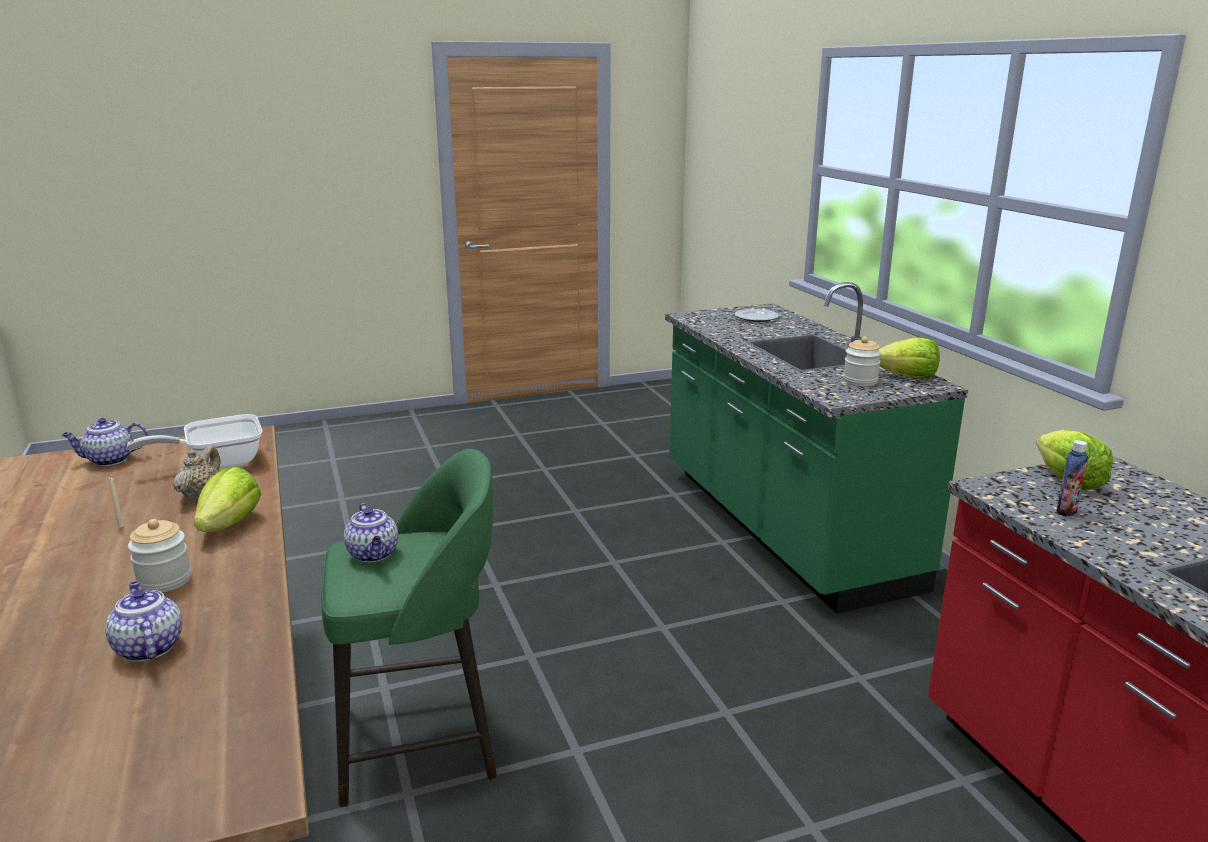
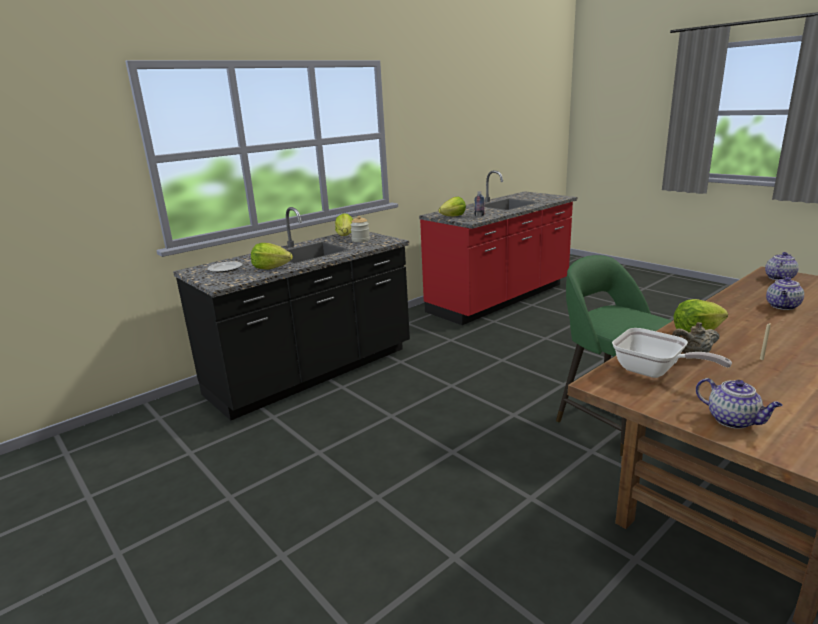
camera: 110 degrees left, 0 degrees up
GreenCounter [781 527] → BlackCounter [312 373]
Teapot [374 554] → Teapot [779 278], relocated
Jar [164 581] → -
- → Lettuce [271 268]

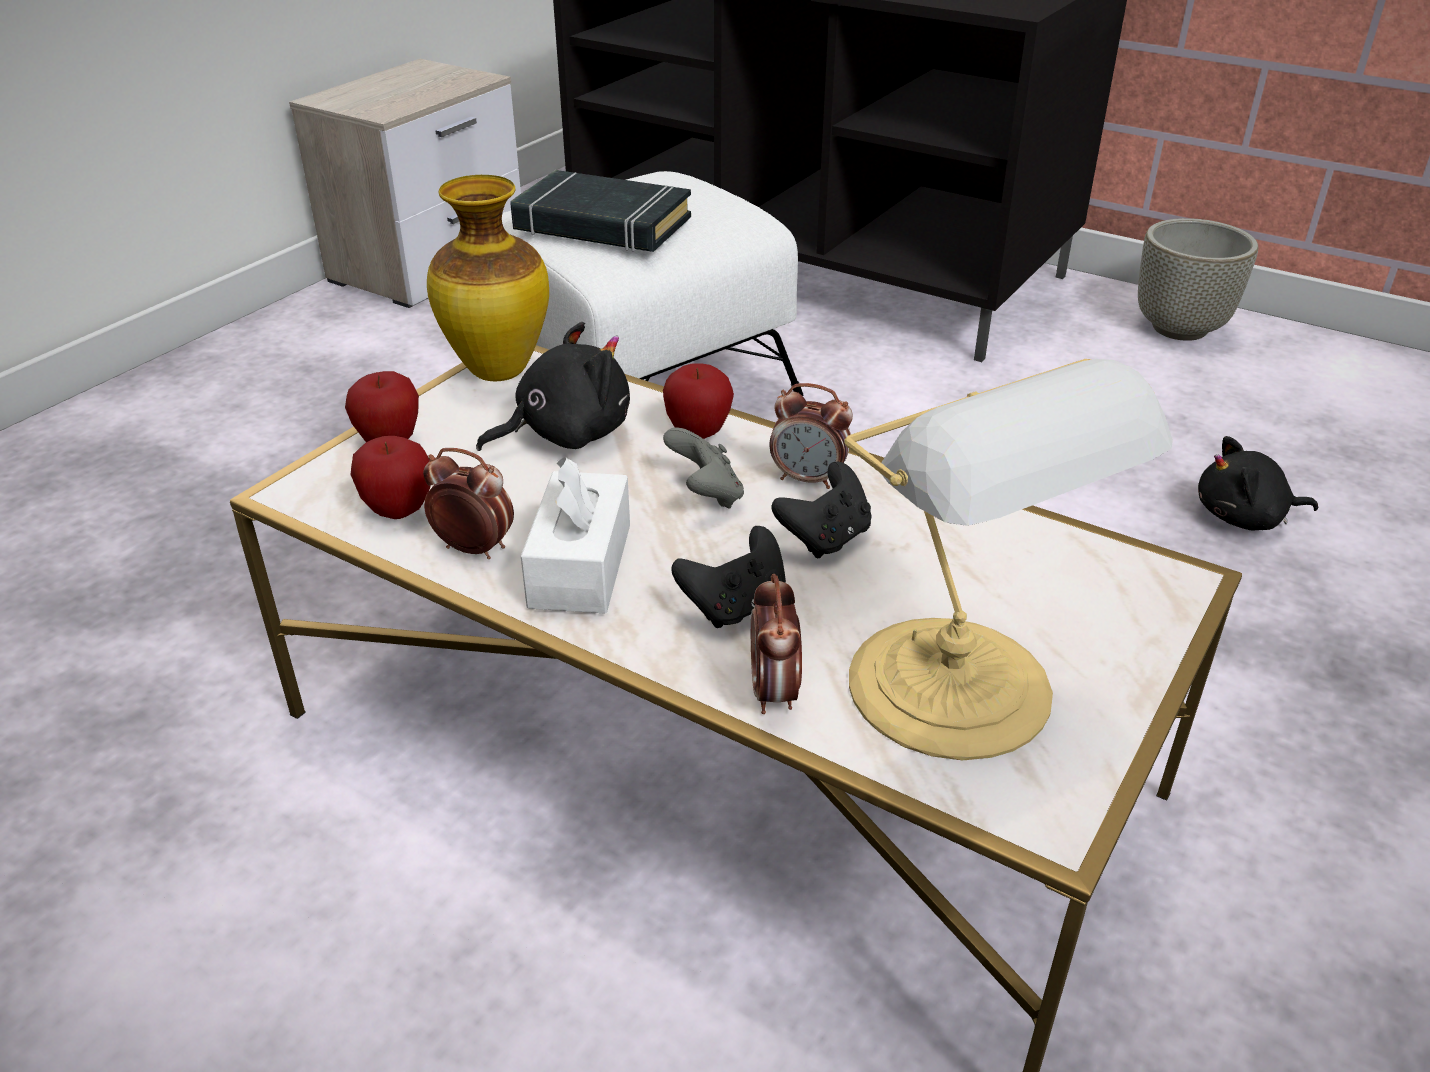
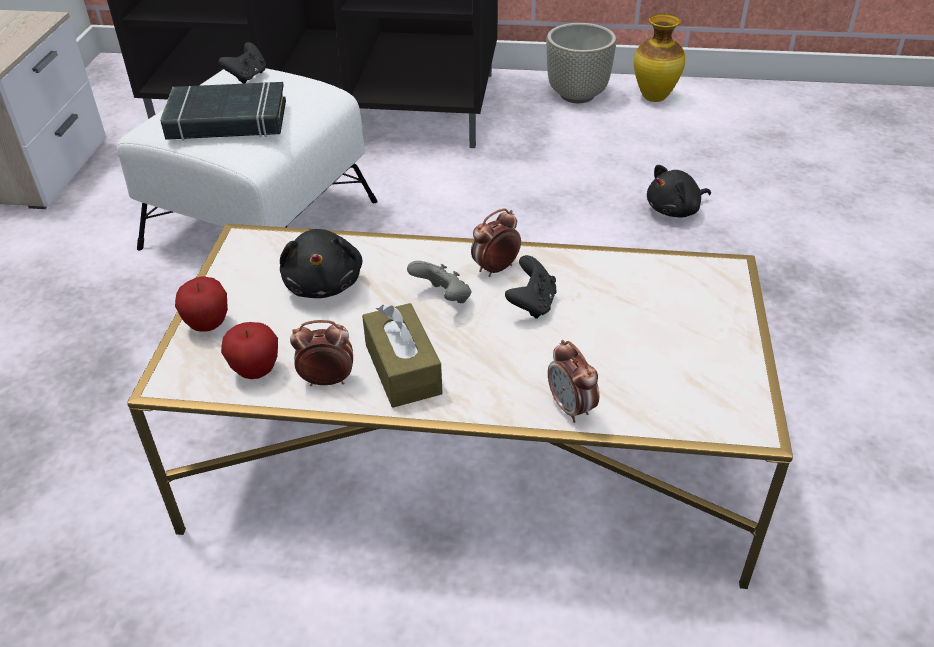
camera: 25 degrees left, 5 degrees up
Vase [496 372] → Vase [653 98], relocated
BlackPlushToy [566 434] → BlackPlushToy [324 284], 135 degrees clockwise
TableLamp [958 693] → -
Apple [698 433] → -
AlarmClock [808 479] → AlarmClock [495 269], 150 degrees clockwise
WhiteTissueBox [580 565] → BrownTissueBox [403 369]
BlackGameController [735 607] → BlackGameController [247 77], relocated

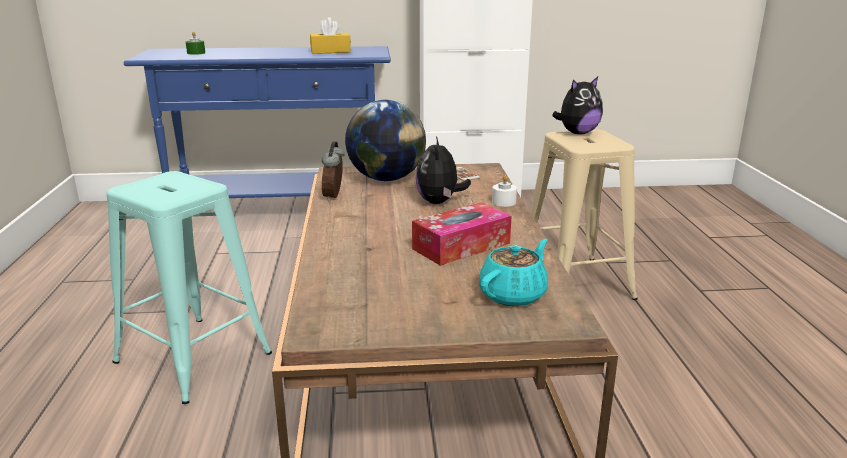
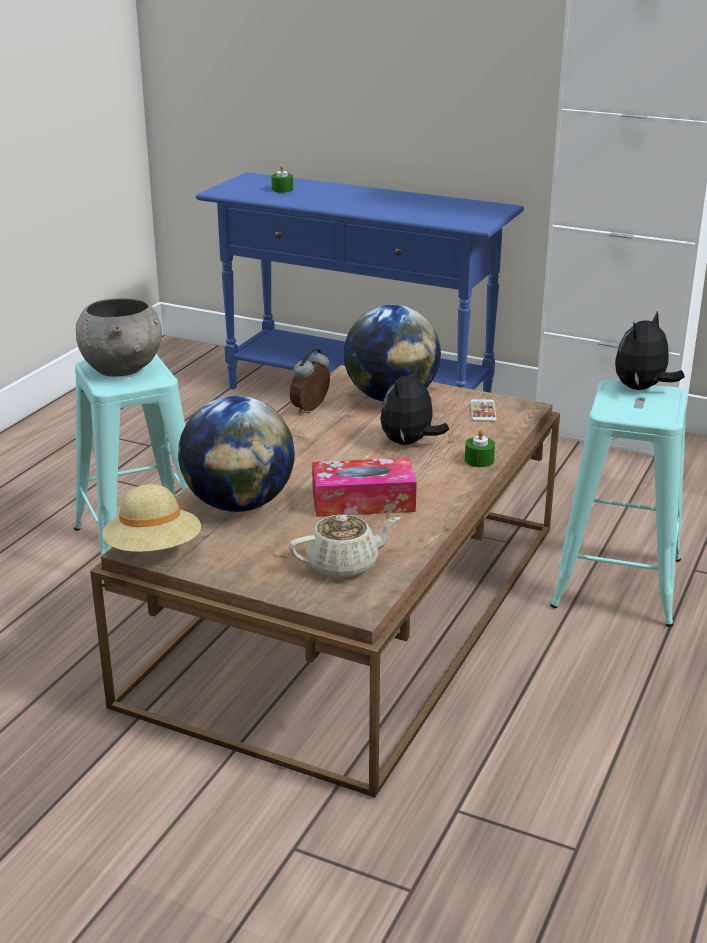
camera: 30 degrees right, 5 degrees up
YellowTissueBox [330 51] → -
PlushToy [577 133] → PlushToy [642 389], 135 degrees clockwise
BeigeStool [574 282] → TurquoiseStool [617 582]
WhiteCandle [504 202] → GreenCandle [479 460]
TurquoiseTeapot [513 294] → BeigeTeapot [344 565]
- → GreyBowl [123 369]
- → Globe [239 504]
- → BeigeHat [154 550]

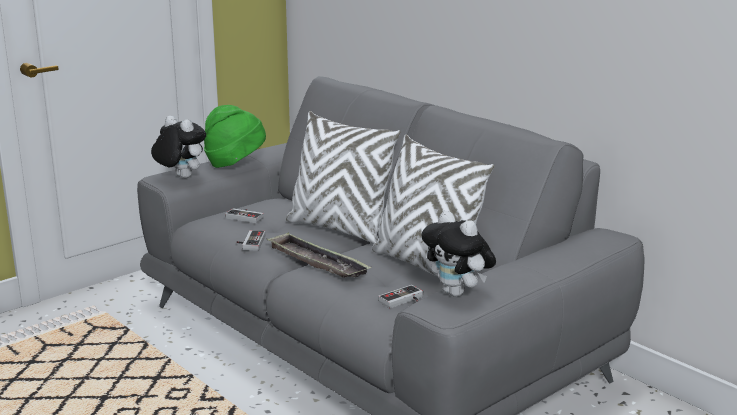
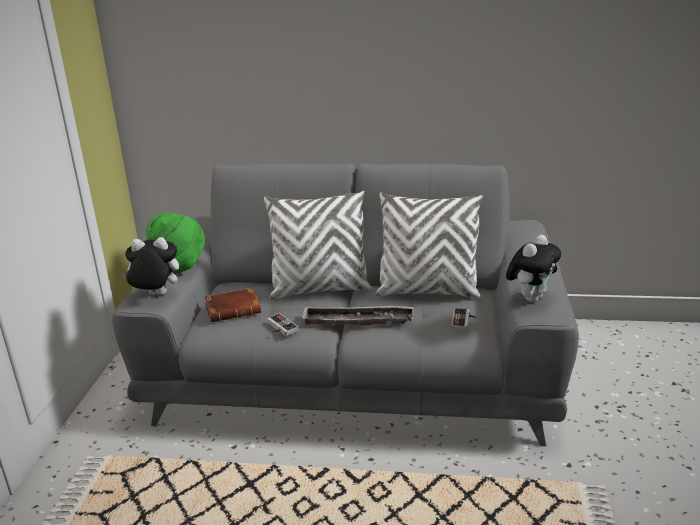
camera: 40 degrees left, 5 degrees up
GameController [246 217] → BrownBook [234 309]
PlushToy [458 293] → PlushToy [530 298], 60 degrees counterclockwise

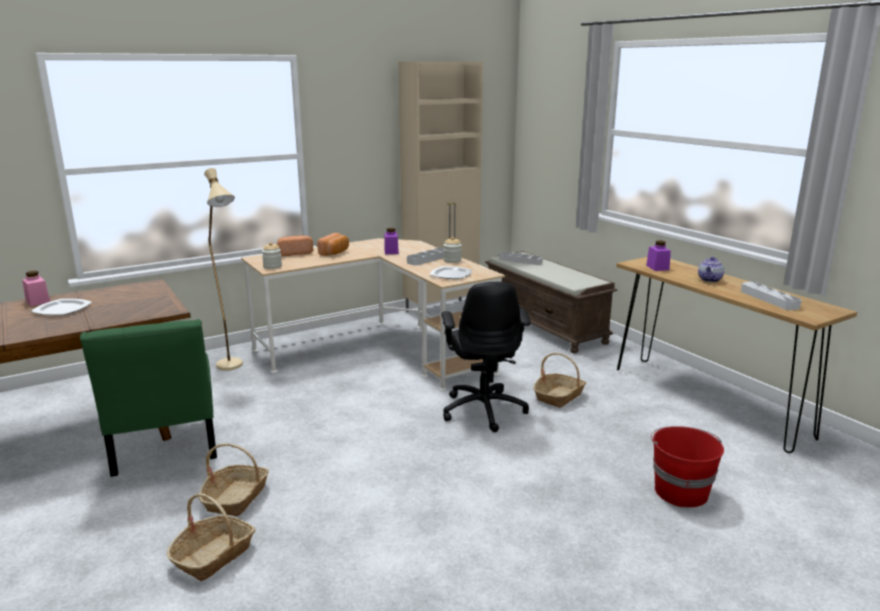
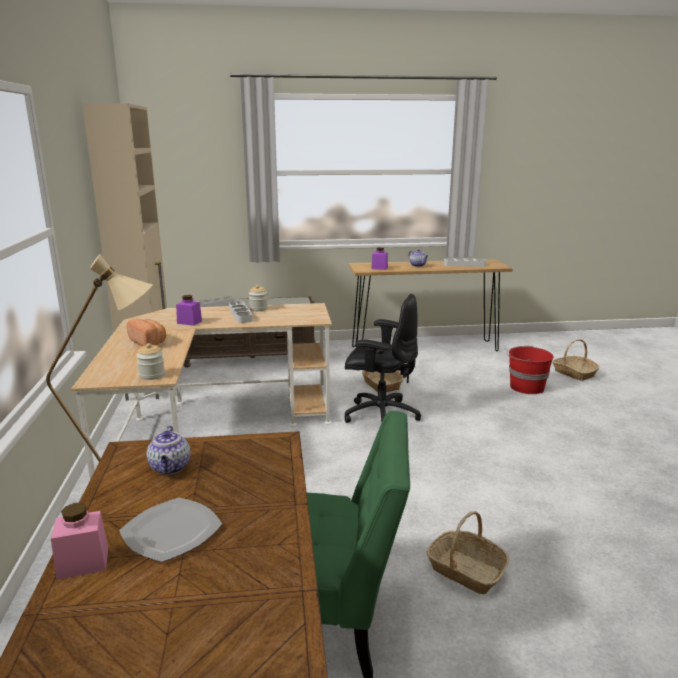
camera: 65 degrees left, 0 degrees up
Bread [294 253] → -
Plate [451 274] → -
Basket [214 555] → Basket [574 373], relocated
- → Teapot [170 468]

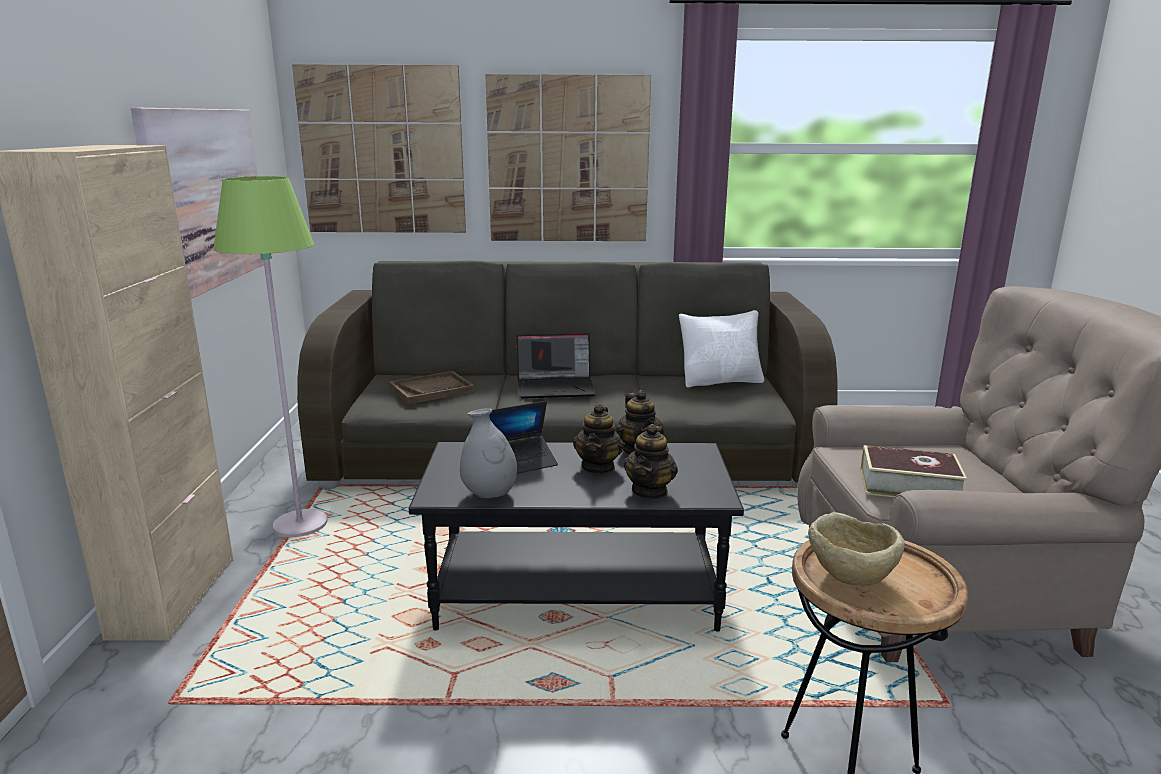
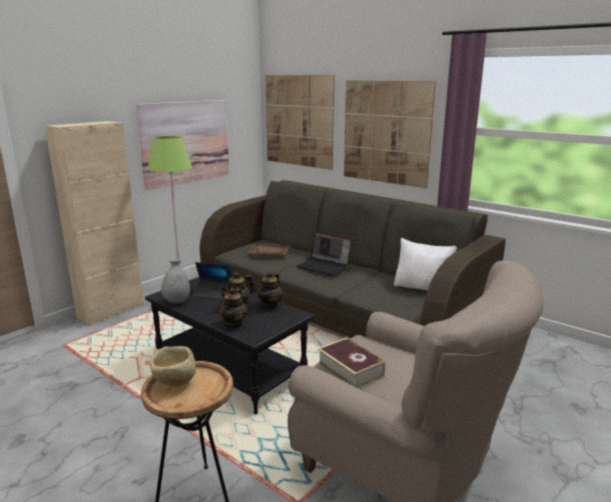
camera: 40 degrees right, 0 degrees up
Teapot [650 491] → Teapot [234 324], 45 degrees counterclockwise

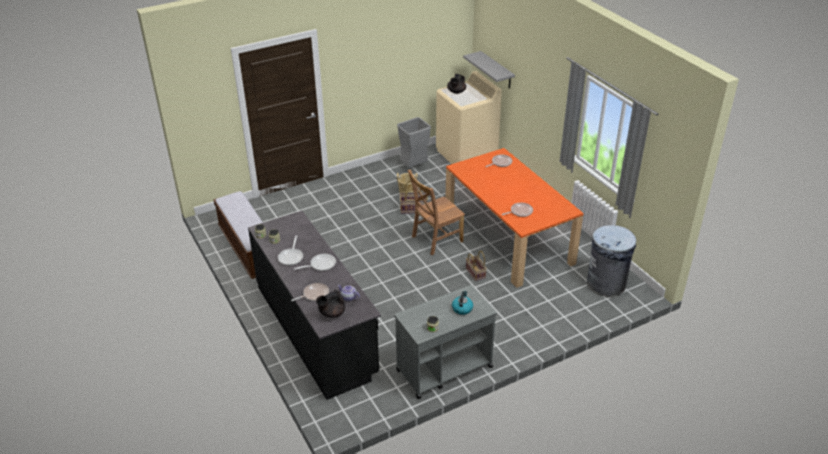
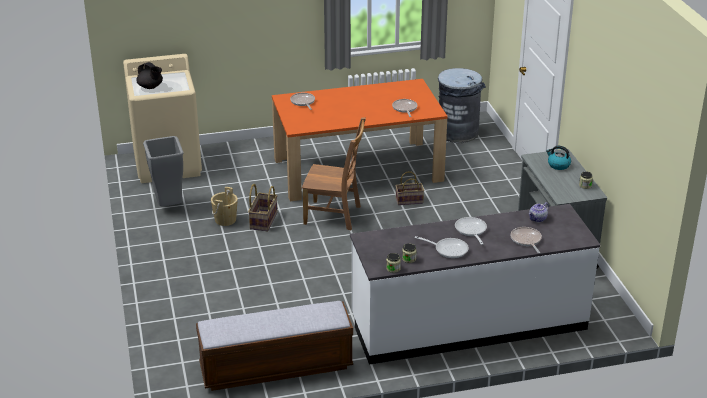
camera: 75 degrees left, 5 degrees down
GreyShelf [497 70] → -
BrownChair [435 239] → BrownChair [335 215], 60 degrees counterclockwise
BlackCounter [316 329] → WhiteCounter [468 324]
BlackTeapot [331 313] → -

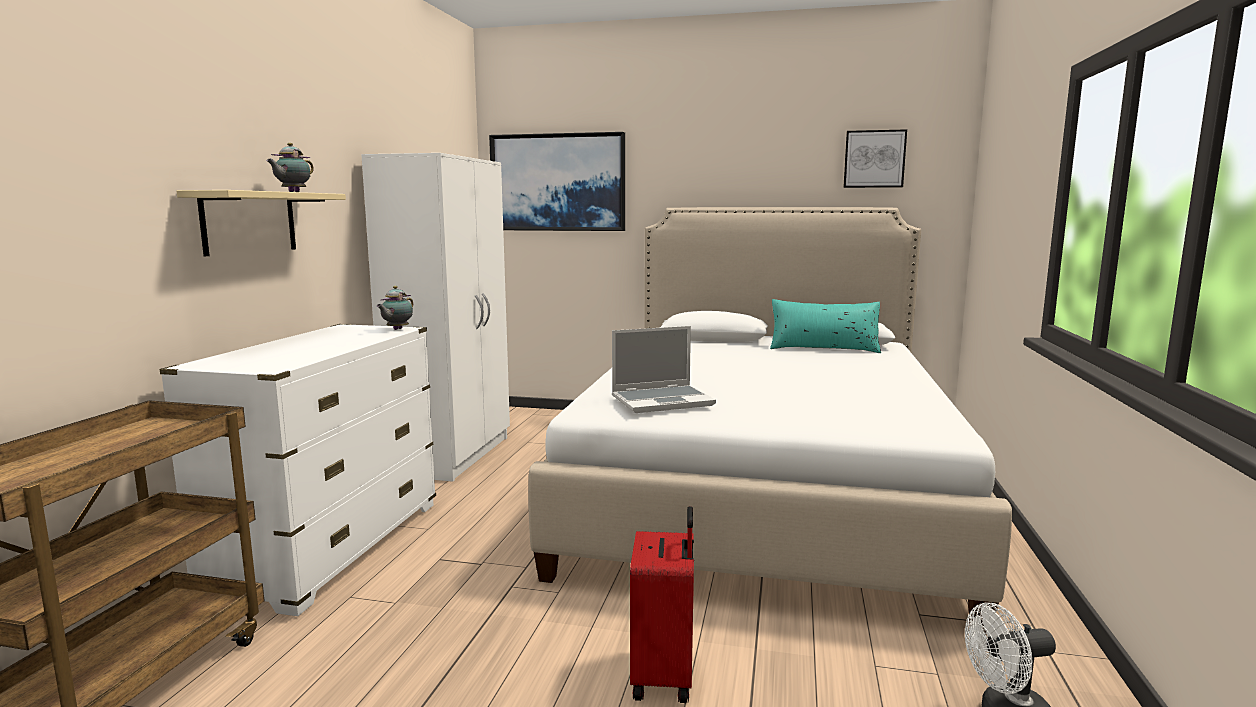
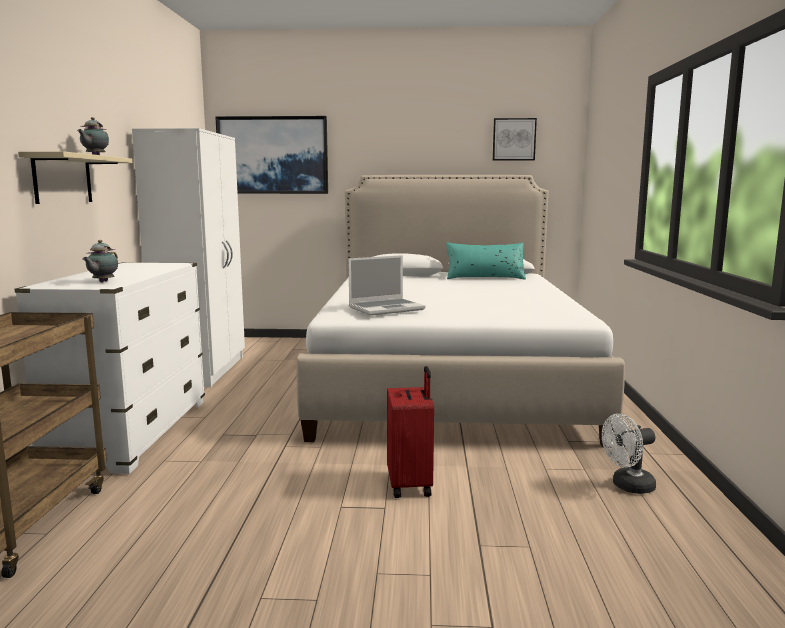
camera: 10 degrees left, 0 degrees up
Teapot [396 329] → Teapot [102 282], relocated

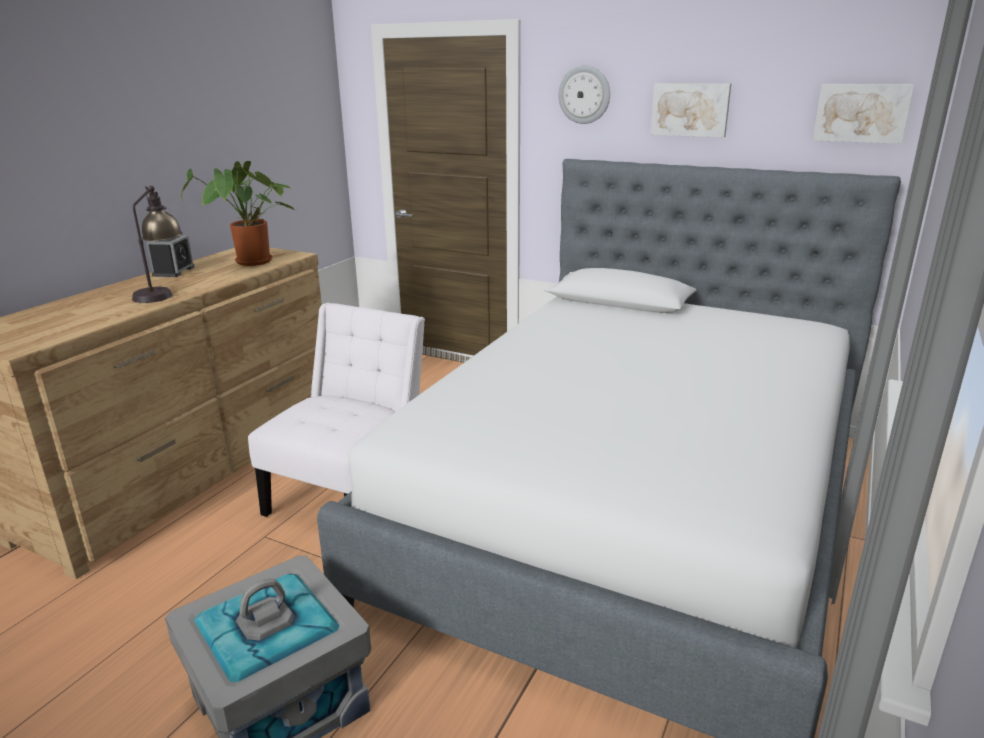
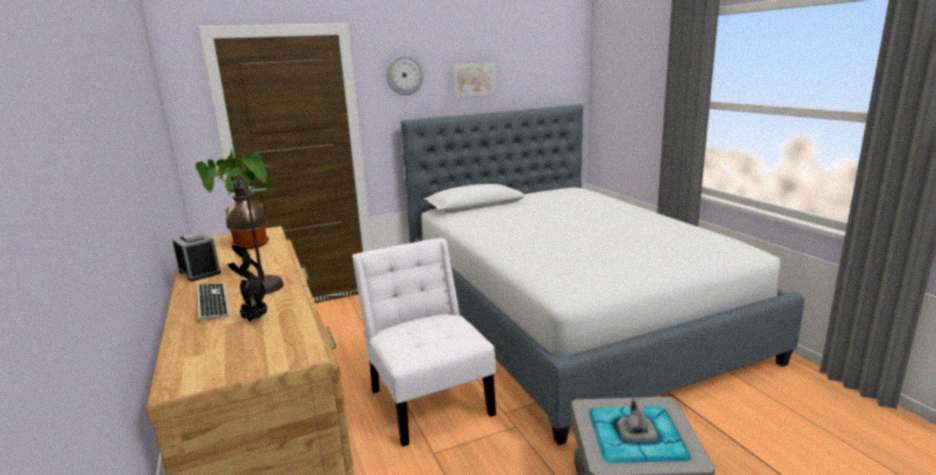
camera: 50 degrees left, 5 degrees down
Picture [861 113] → -
- → PottedPlant [254 320]
- → Keyboard [213 302]

